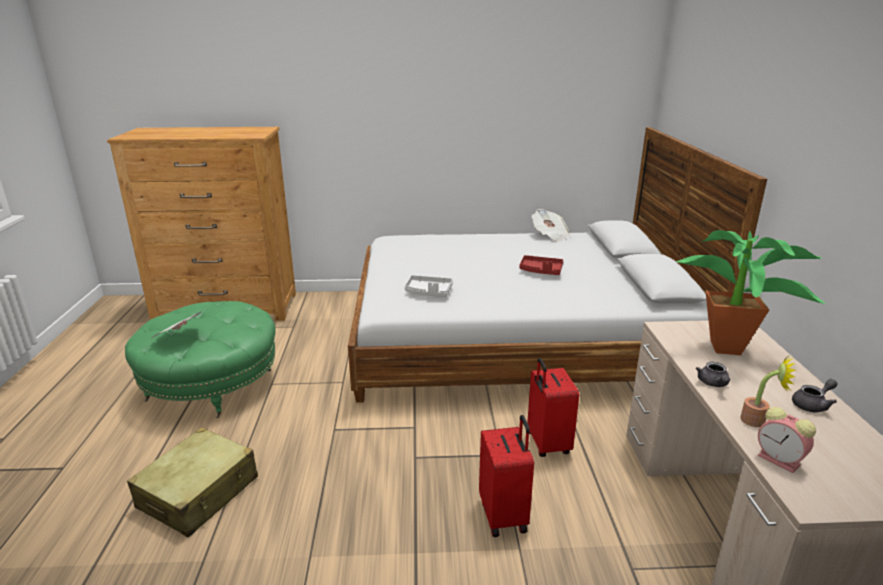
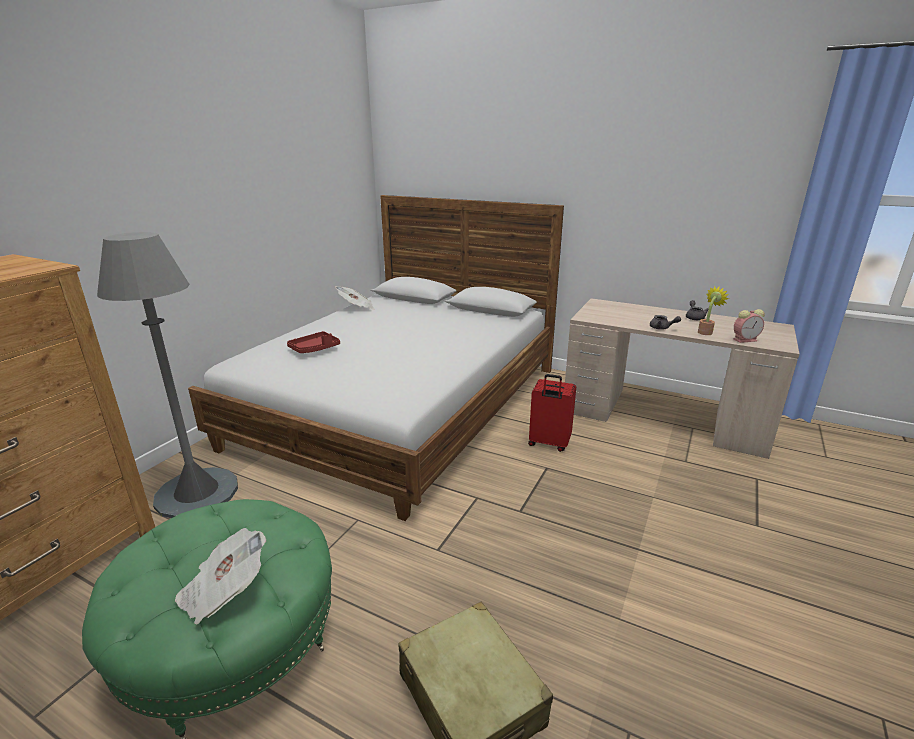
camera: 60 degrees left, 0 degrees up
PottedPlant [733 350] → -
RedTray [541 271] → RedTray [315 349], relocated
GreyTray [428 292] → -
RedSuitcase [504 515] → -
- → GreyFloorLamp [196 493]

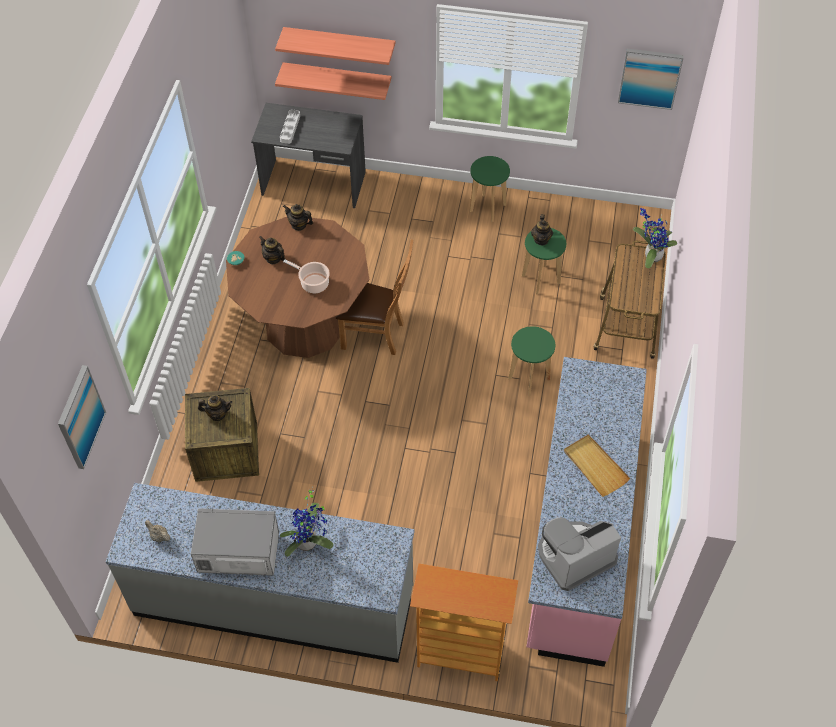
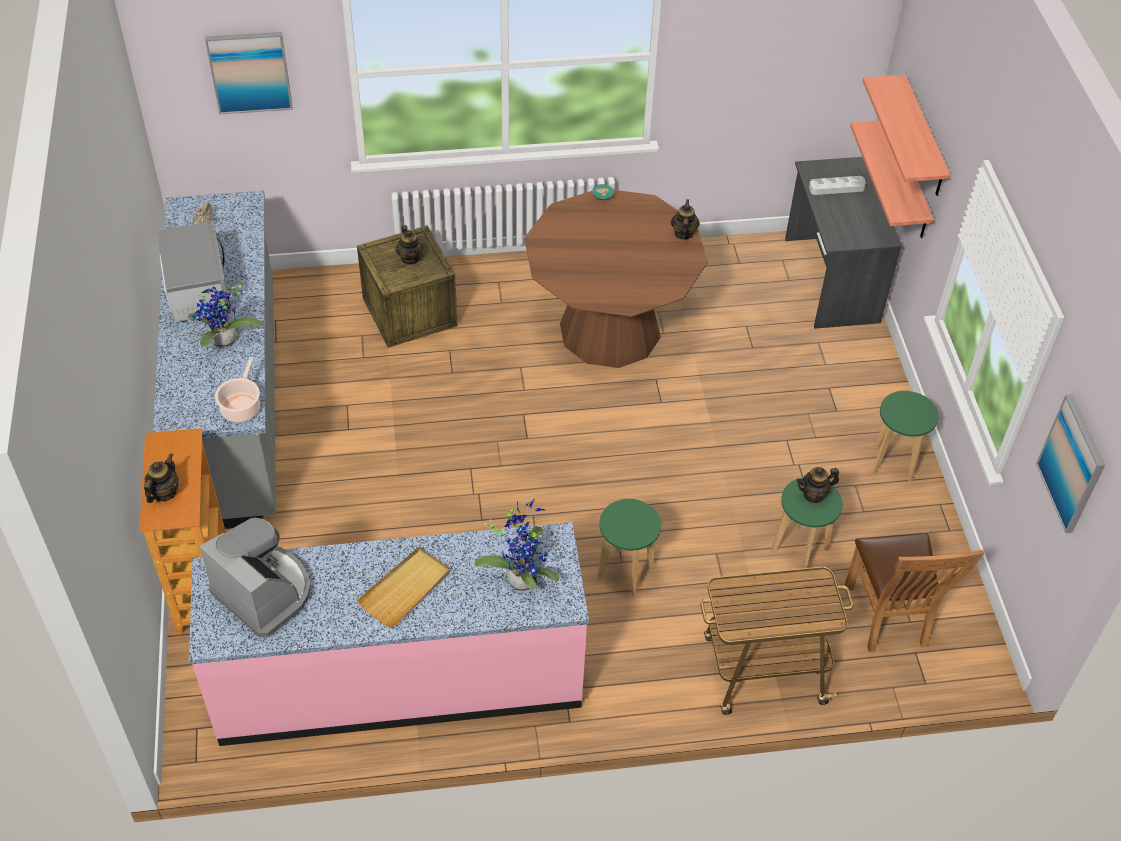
camera: 70 degrees right, 5 degrees down
PottedPlant [650 256] → PottedPlant [522 577], relocated
Teapot [273 258] → Teapot [164 492], relocated
BrownChair [377 335] → BrownChair [889 620], relocated
CookingPot [313 283] → CookingPot [241 407], relocated

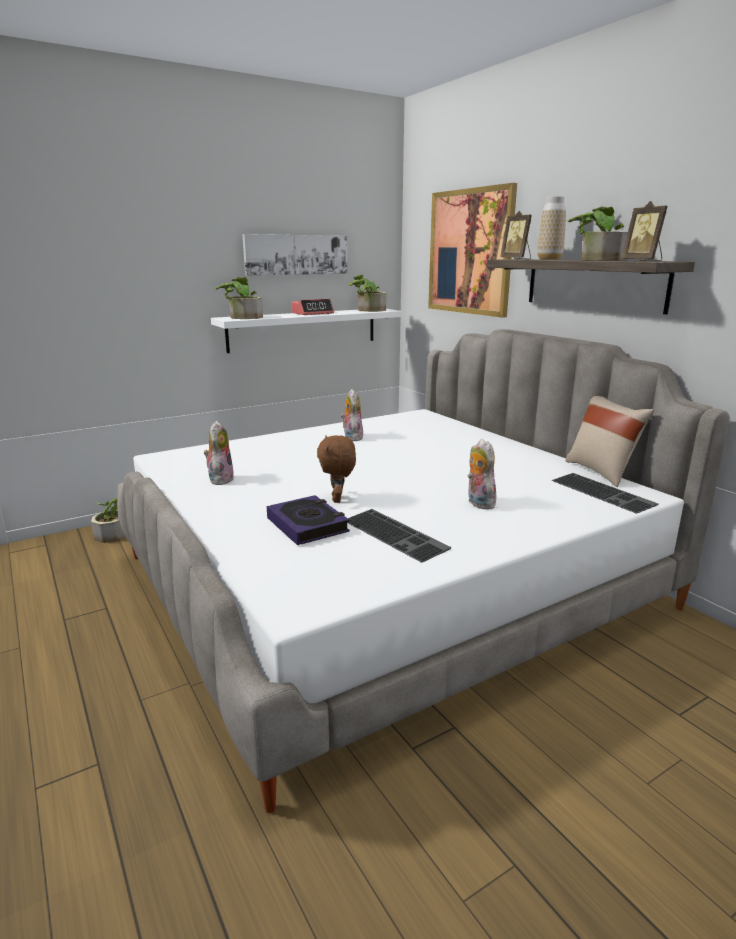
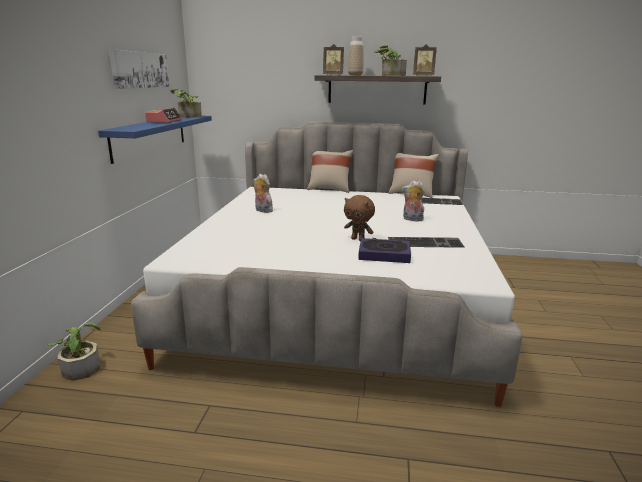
camera: 50 degrees left, 0 degrees up
Picture [470 252] → -
PottedPlant [242 317] → -
WhiteShelf [303 329] → BlueShelf [150 136]
PlushToy [220 479] → -
- → BeigePillow [329 189]

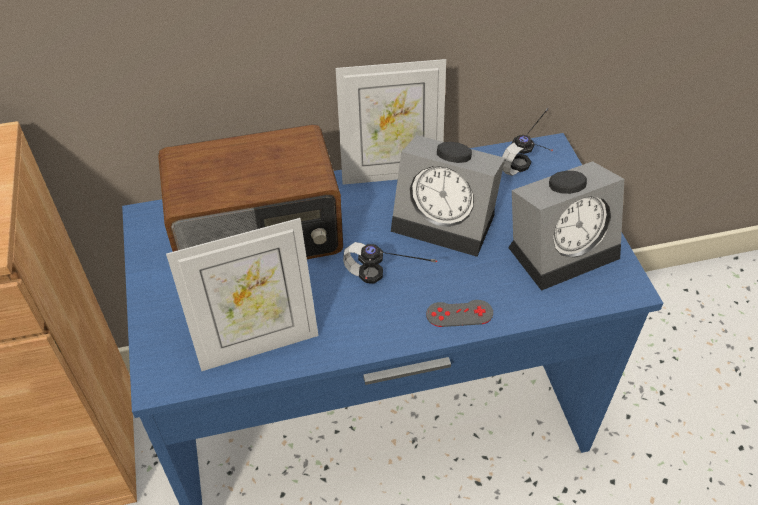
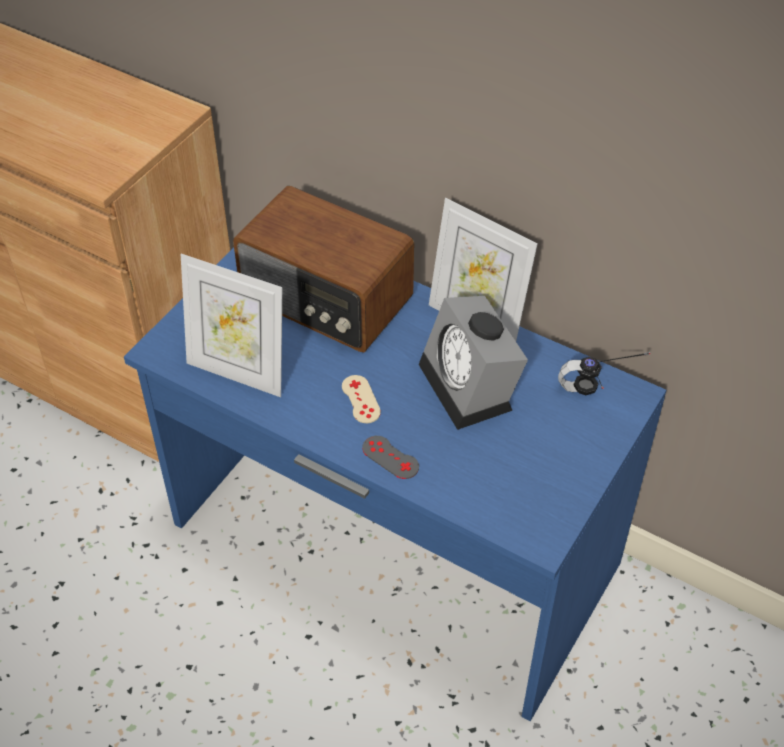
camera: 45 degrees right, 0 degrees up
AlarmClock [563 248] → -
Headphones [382 288] → BeigeGameController [361 399]

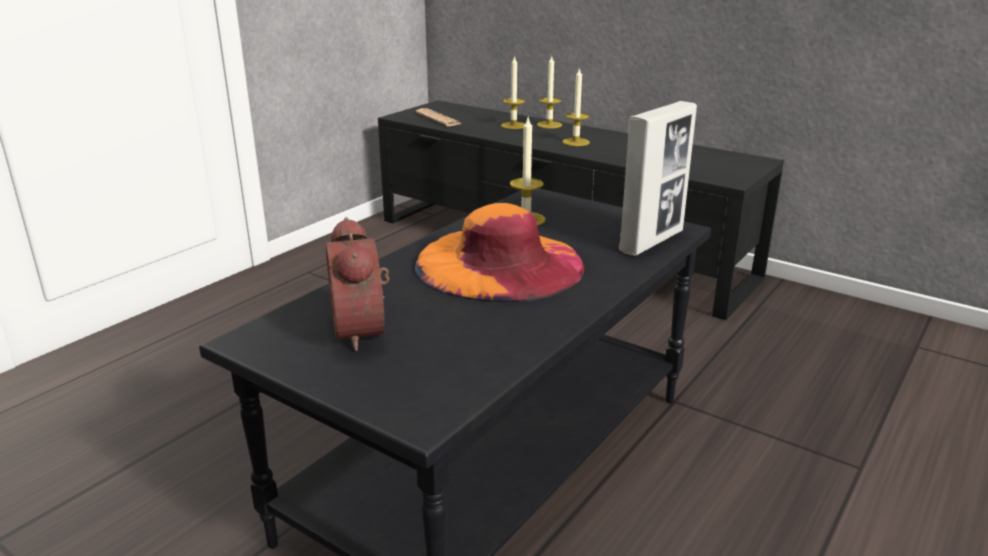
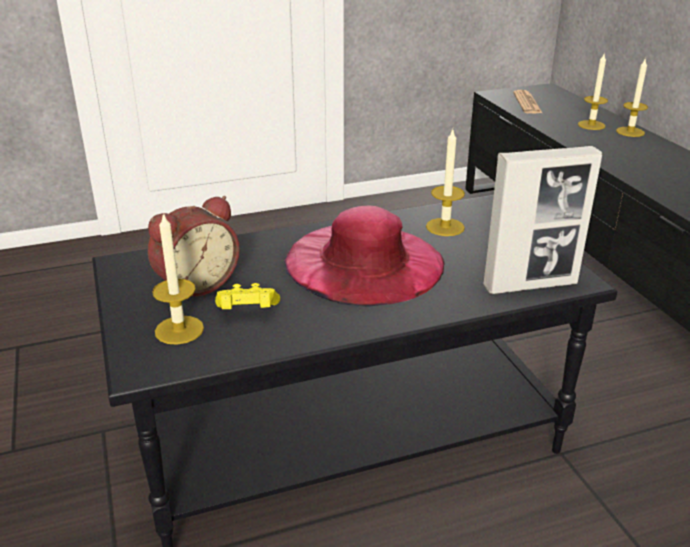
camera: 35 degrees right, 5 degrees up
Candle [576 142] → Candle [179 330], relocated
OrangeHat [499 264] → PinkHat [364 262]
AlarmClock [365 330] → AlarmClock [195 284], 150 degrees counterclockwise
- → YellowGameController [247 311]

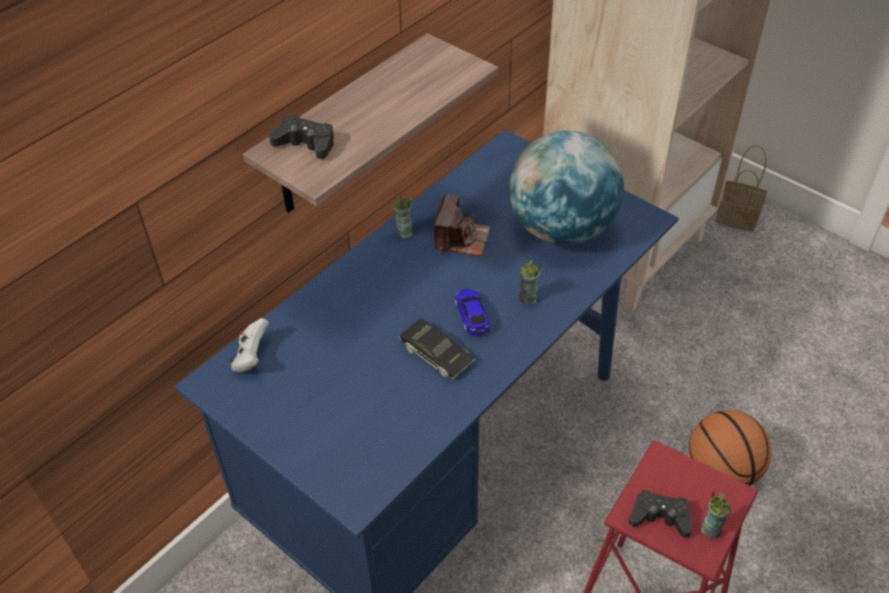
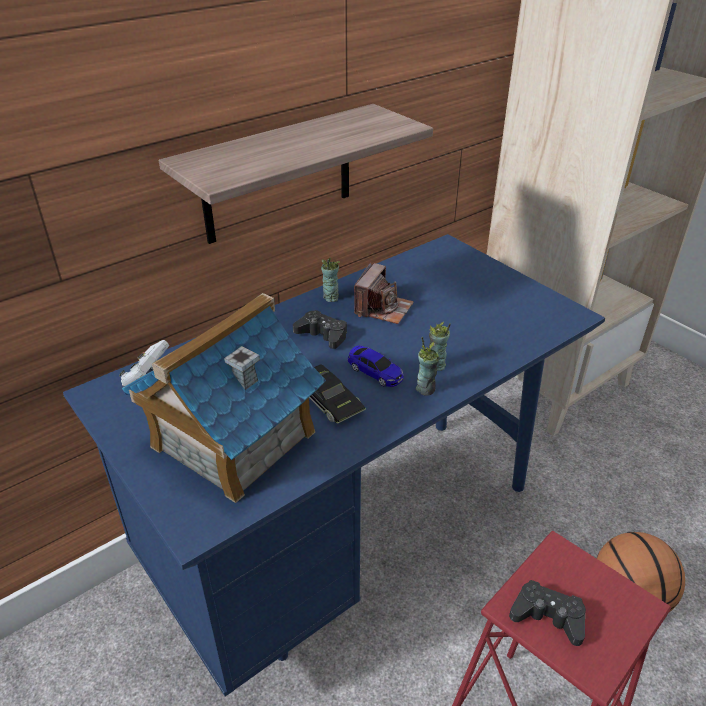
camera: 10 degrees right, 10 degrees down
BlackGameController [305 143] → BlackGameController [322 335], relocated
Globe [561 229] → -
Basket [738 217] → -
ToyCar [472 316] → ToyCar [375 372], 135 degrees clockwise
Cup [711 529] → Cup [425 389], relocated
- → ToyHouse [232 440]

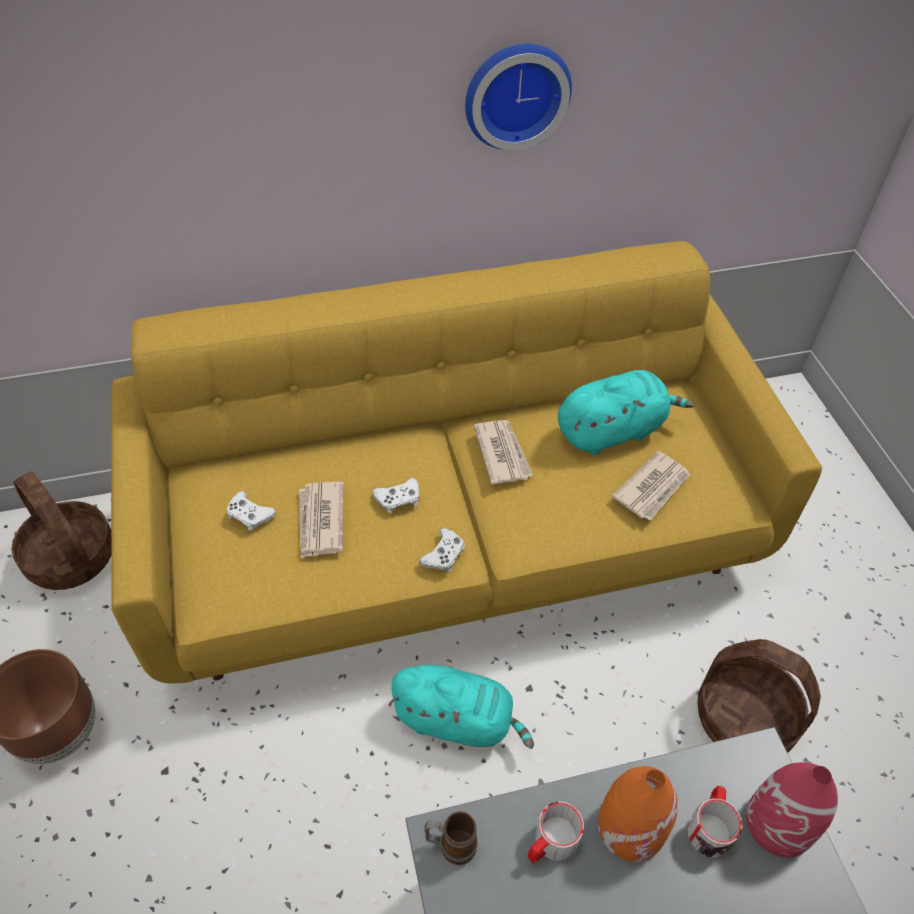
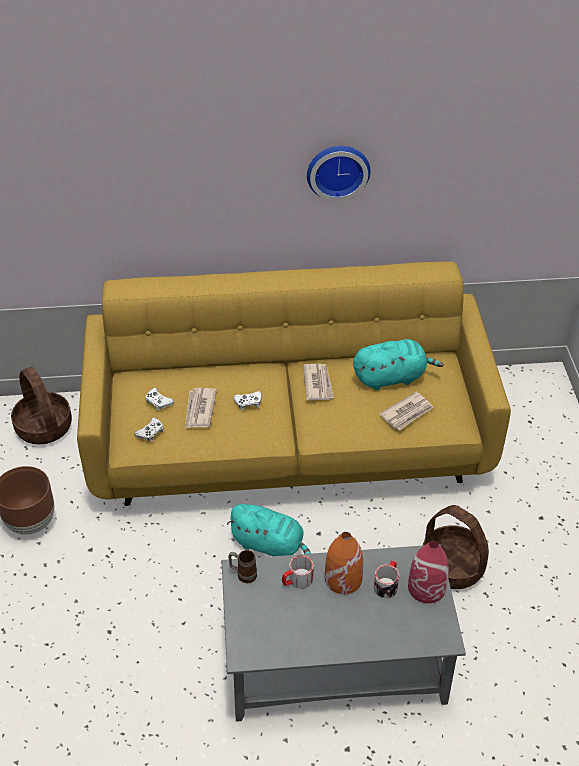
camera: 10 degrees right, 5 degrees down
WhiteGameController [444 555] → WhiteGameController [151 432], relocated

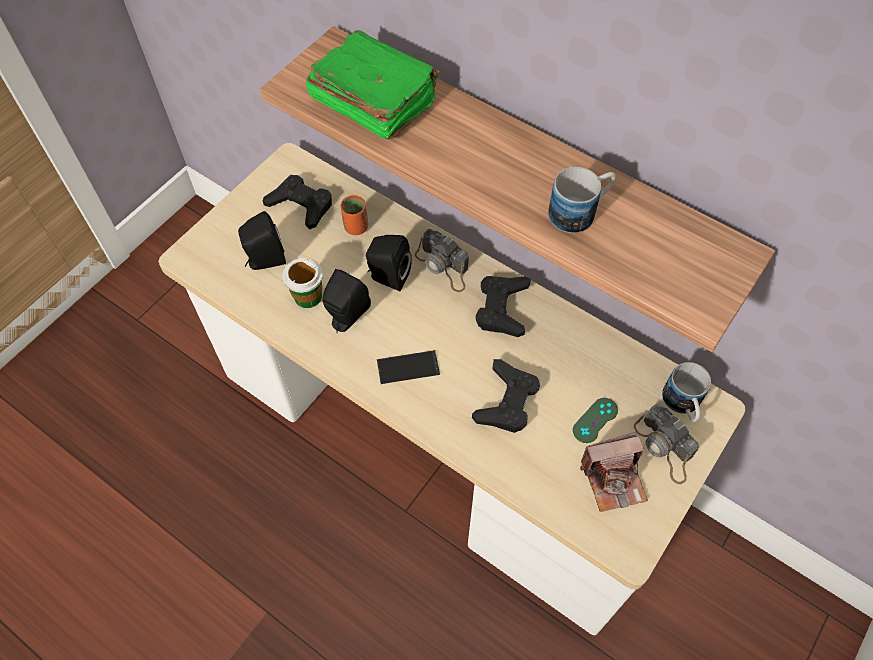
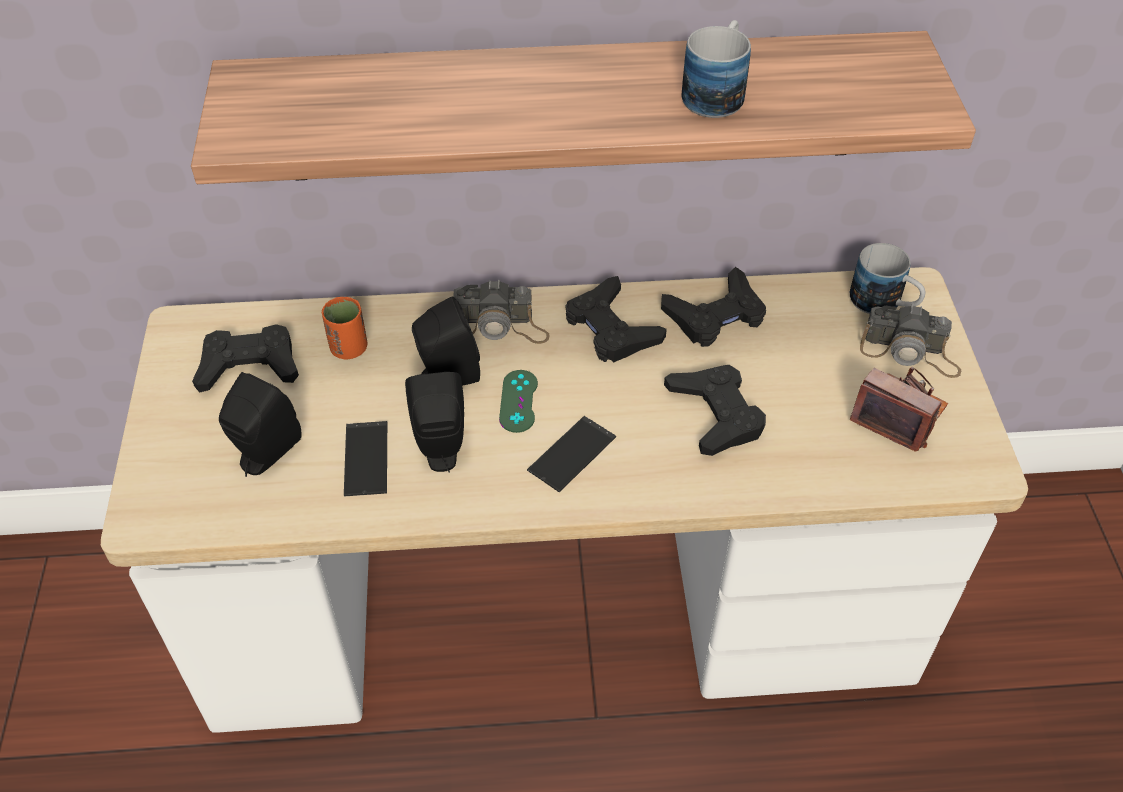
camera: 40 degrees left, 10 degrees down
GreenBook [373 101] → -
Cup [307 296] → Phone [366 458]
GreenGameController [595 420] → GreenGameController [518 401], relocated
PhotoCamera [613 479] → PhotoCamera [898 415], 90 degrees counterclockwise
- → BlackGameController [715 316]

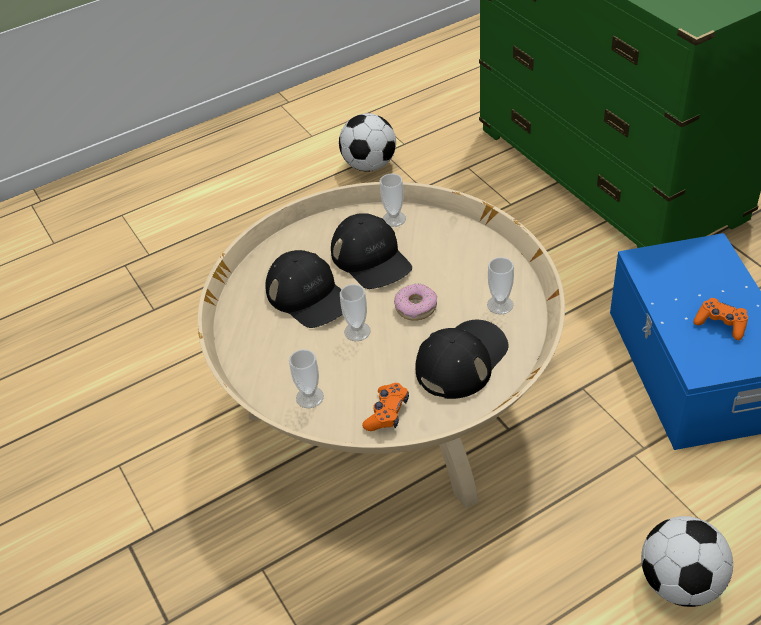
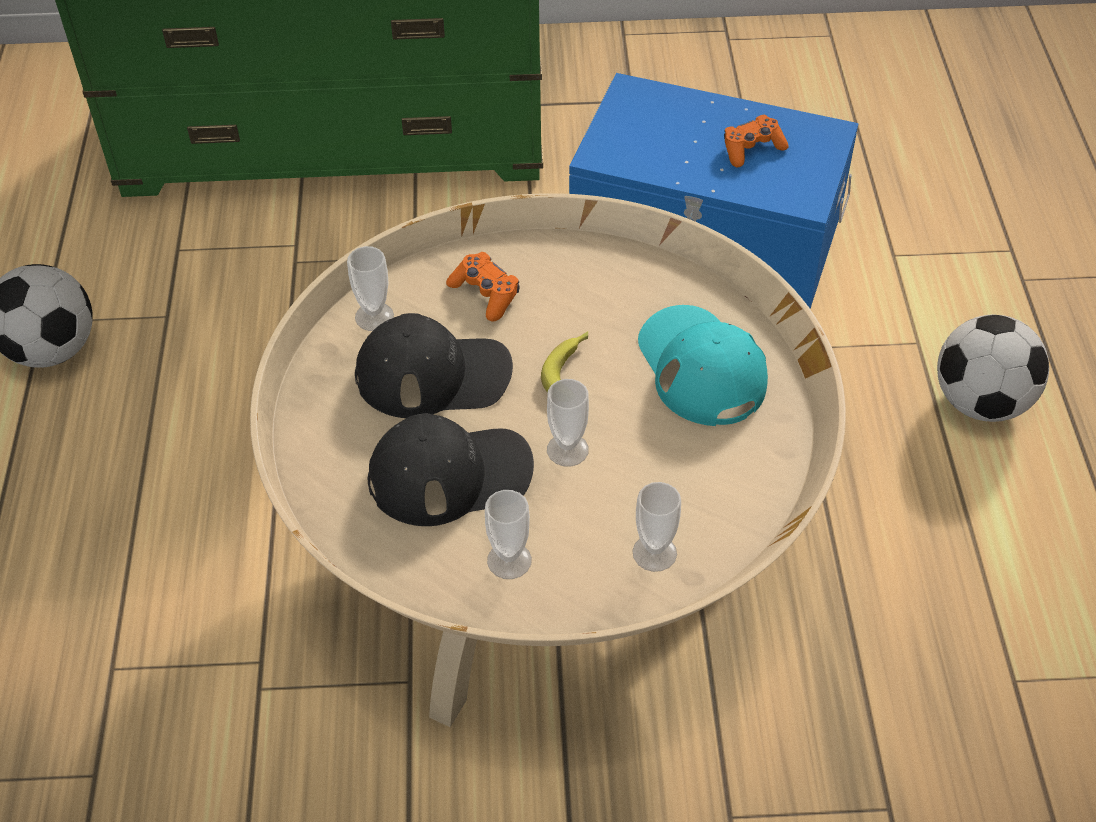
camera: 65 degrees left, 5 degrees up
Cup [500 305] → Cup [509 560], relocated
Donut [416 307] → Banana [570 369]
BlackCap [461 360] → TurquoiseCap [700 367]
OrangeGameController [387 413] → OrangeGameController [485 294], relocated

